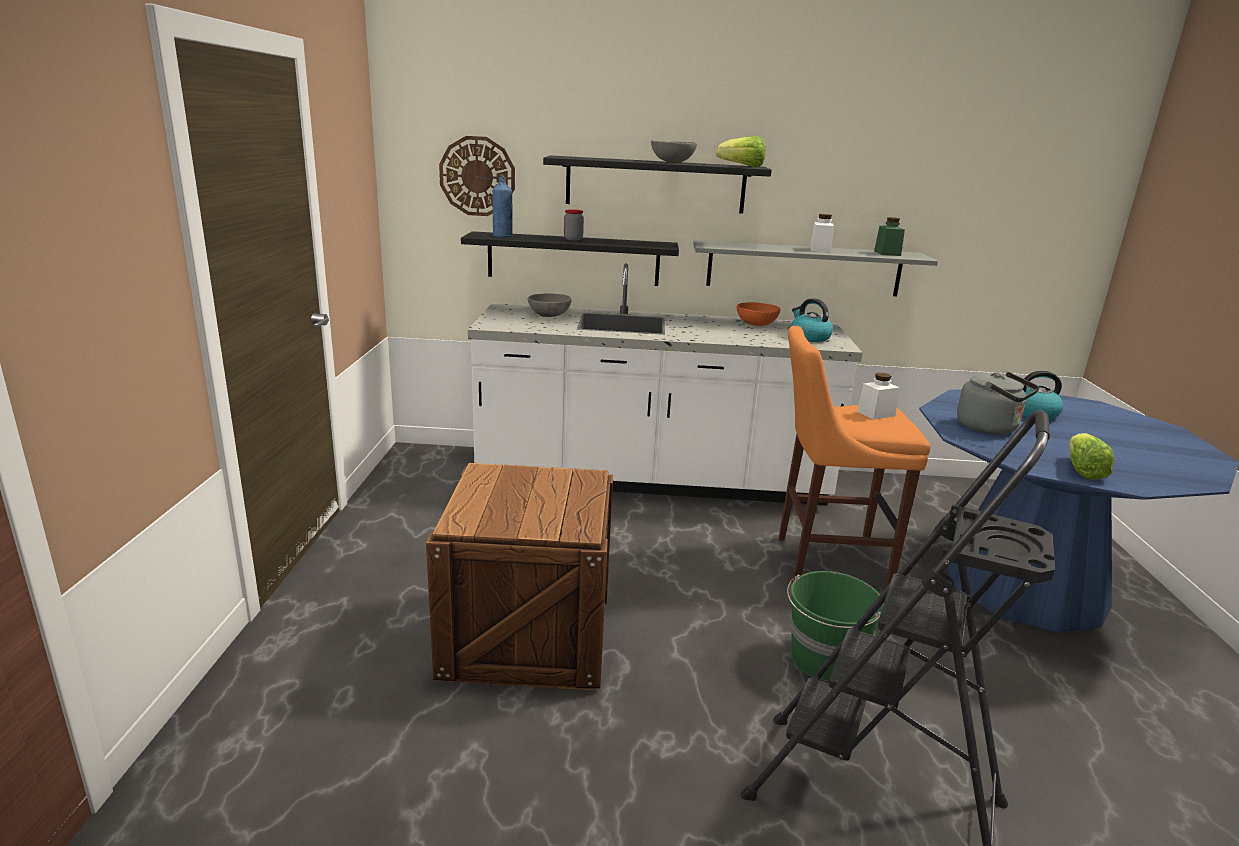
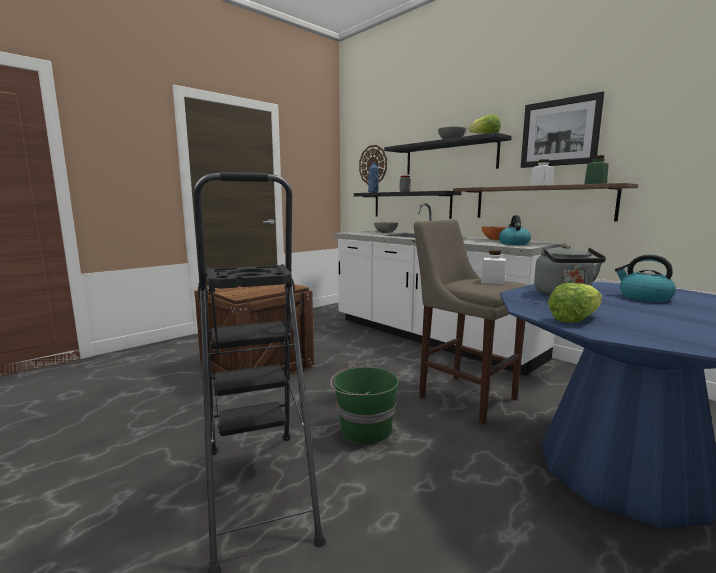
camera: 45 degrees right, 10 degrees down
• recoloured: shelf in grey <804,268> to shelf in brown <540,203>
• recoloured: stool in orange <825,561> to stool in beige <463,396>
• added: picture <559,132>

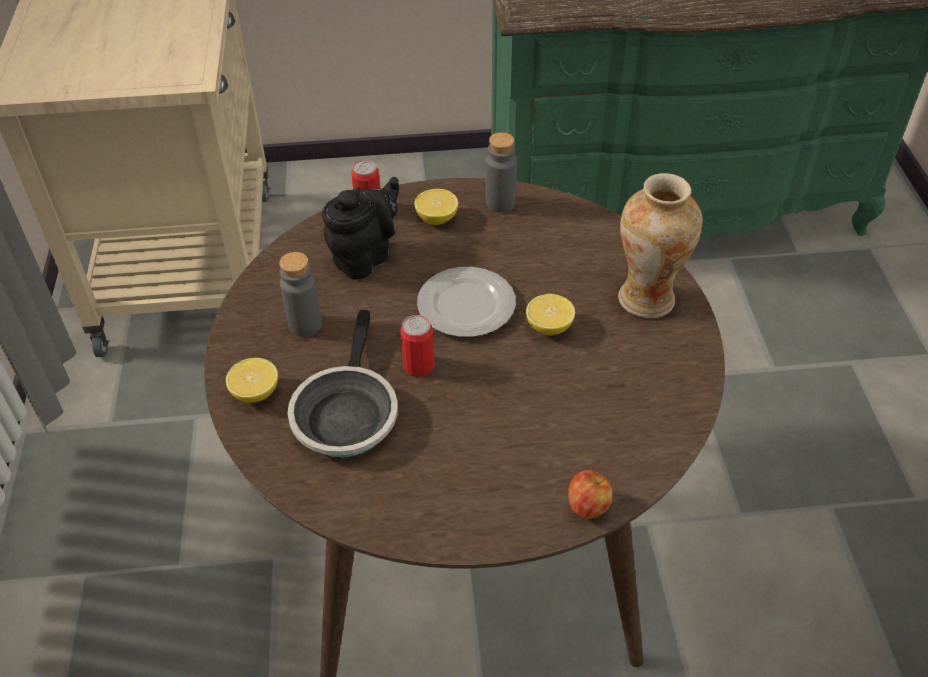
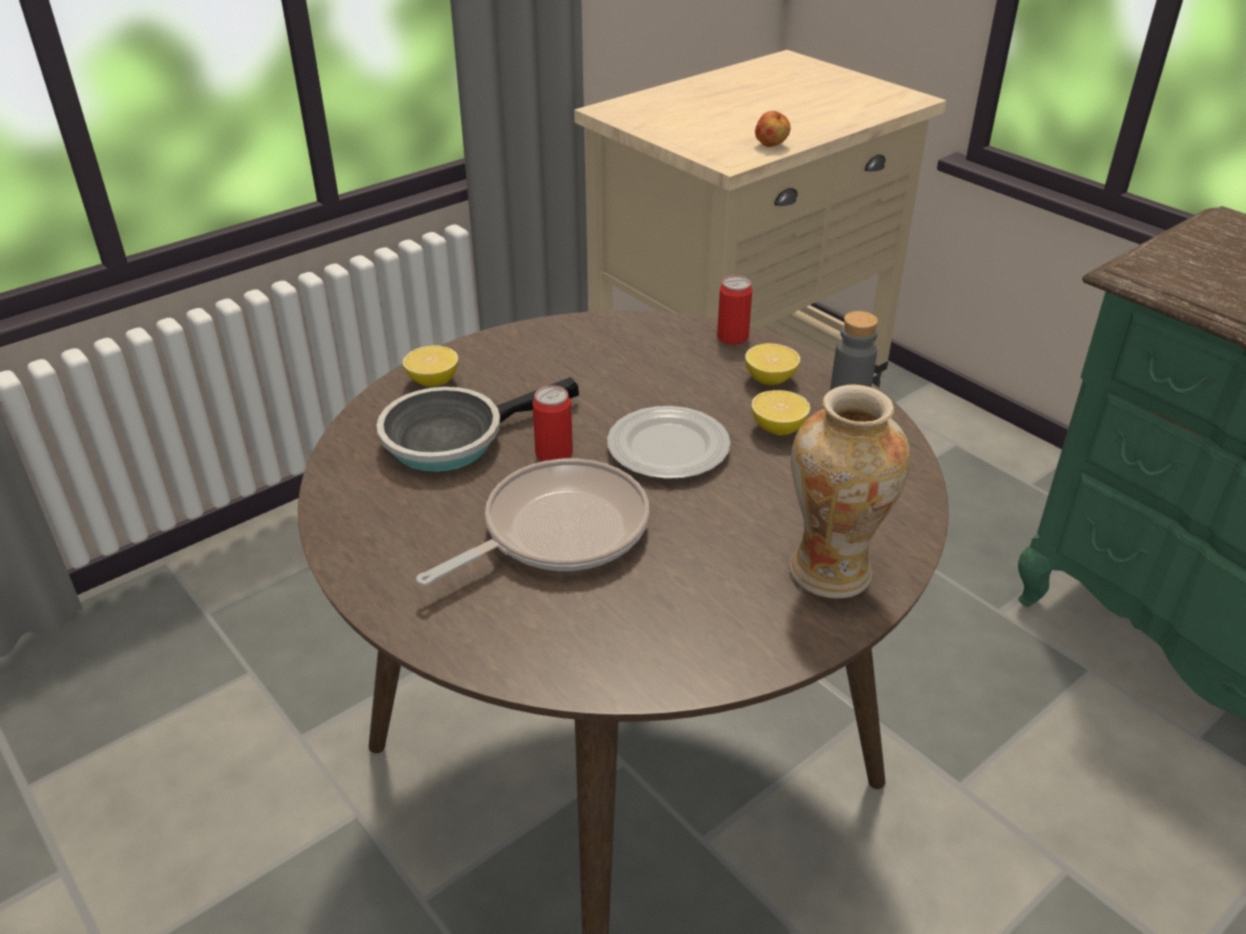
camera: 55 degrees right, 10 degrees down
• removed: bottle in grey <305,324>
• removed: teapot in black <365,257>
• moved: lemon <549,327> to <778,428>
• moved: apple <587,507> to <771,145>
• added: frying pan <557,531>

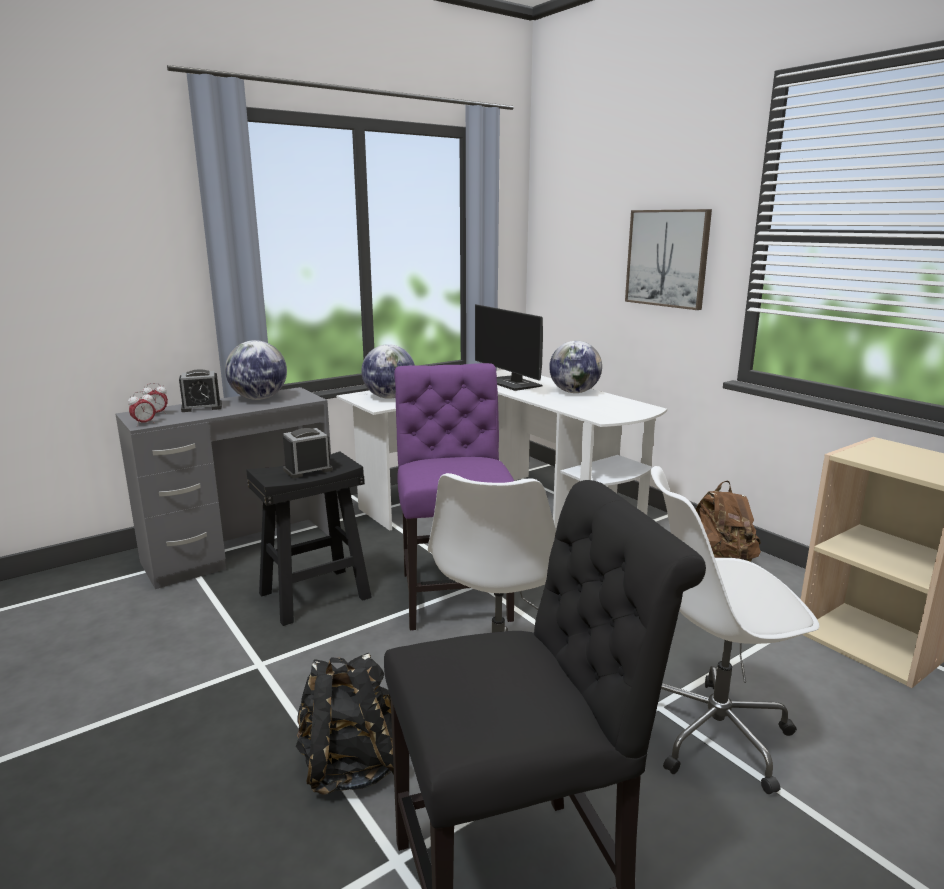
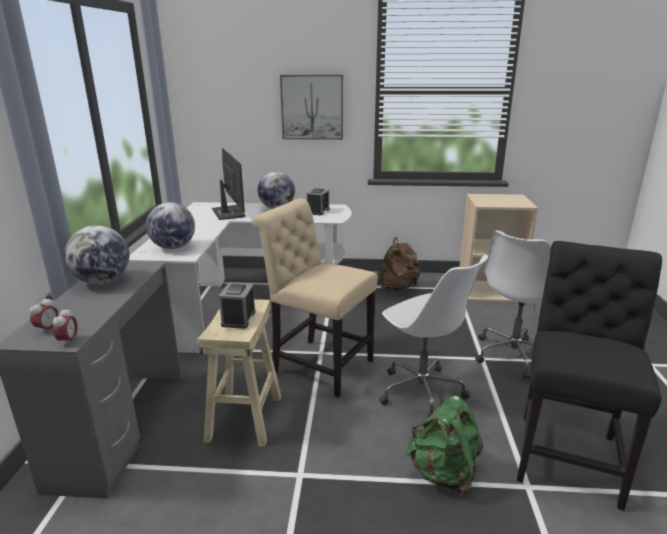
camera: 50 degrees left, 5 degrees up
• moved: alarm clock <202,407> to <318,211>
• recoloured: stool in black <314,596> to stool in beige <245,417>
• recoloured: backpack in black <350,766> to backpack in green <443,473>
• recoloured: chair in purple <454,593> to chair in beige <318,365>
• turned: monitor <514,384> = <228,213> 120 degrees counterclockwise

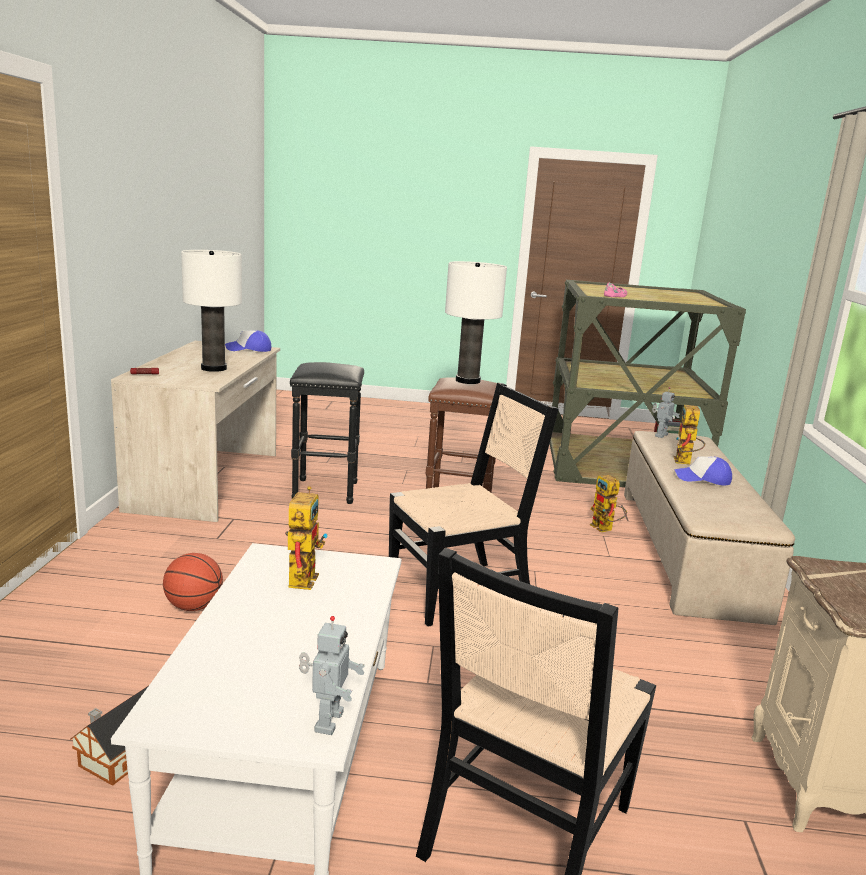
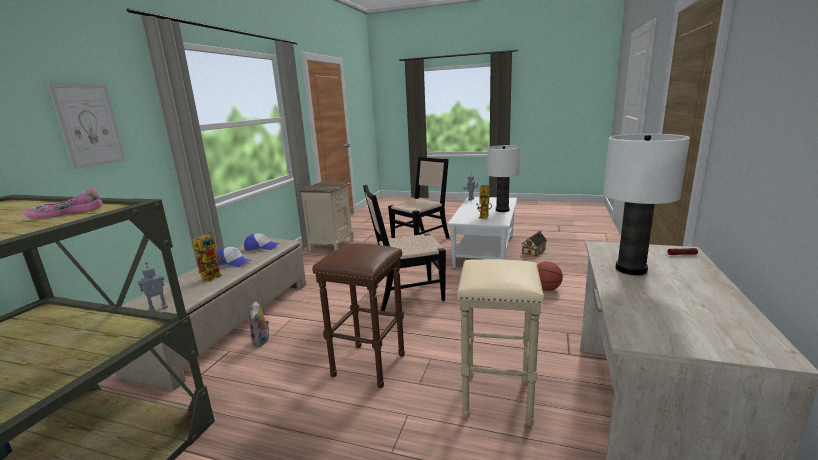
camera: 165 degrees left, 0 degrees up
• moved: cap <249,349> to <261,247>
• recoloured: stool in black <326,491> to stool in beige <495,396>
• moved: table lamp in white <468,381> to <502,210>
• replaced: toy robot <605,529> to plush toy <262,341>
• added: picture <89,125>

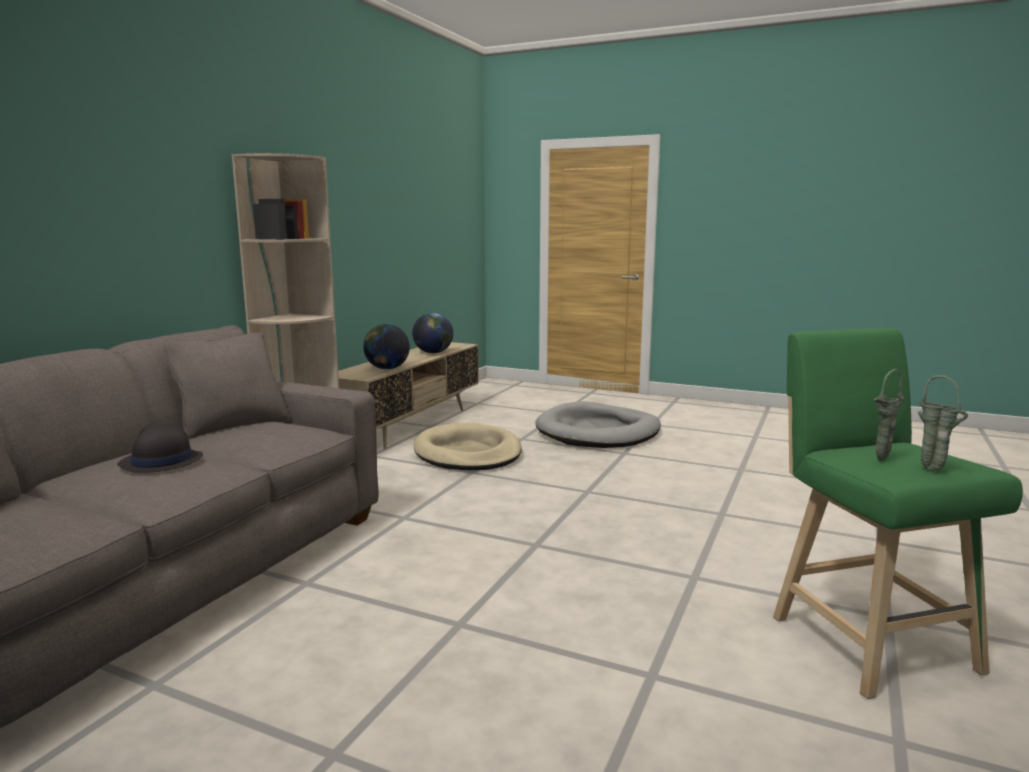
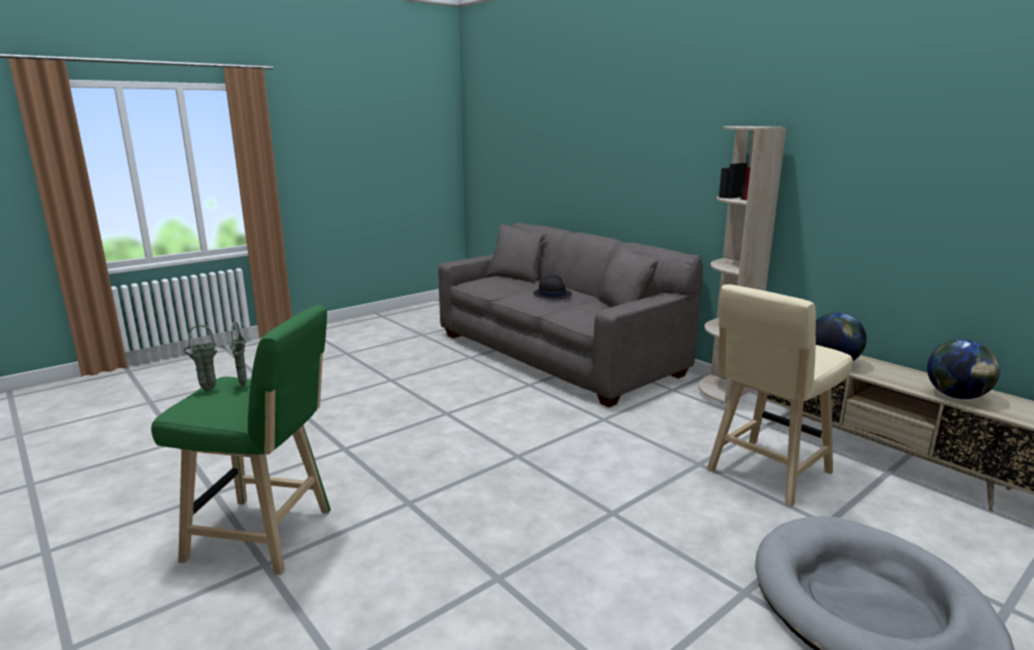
camera: 115 degrees right, 5 degrees up
• replaced: dog bed in beige <468,453> to stool in beige <765,474>

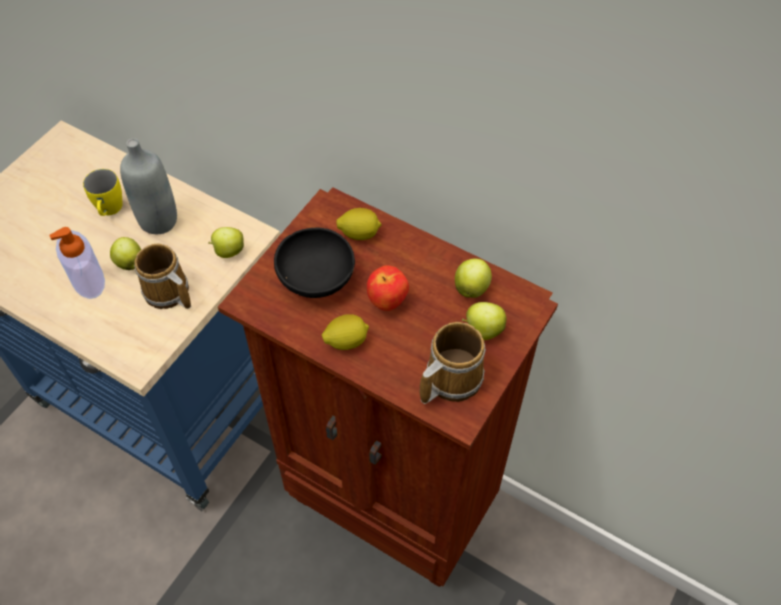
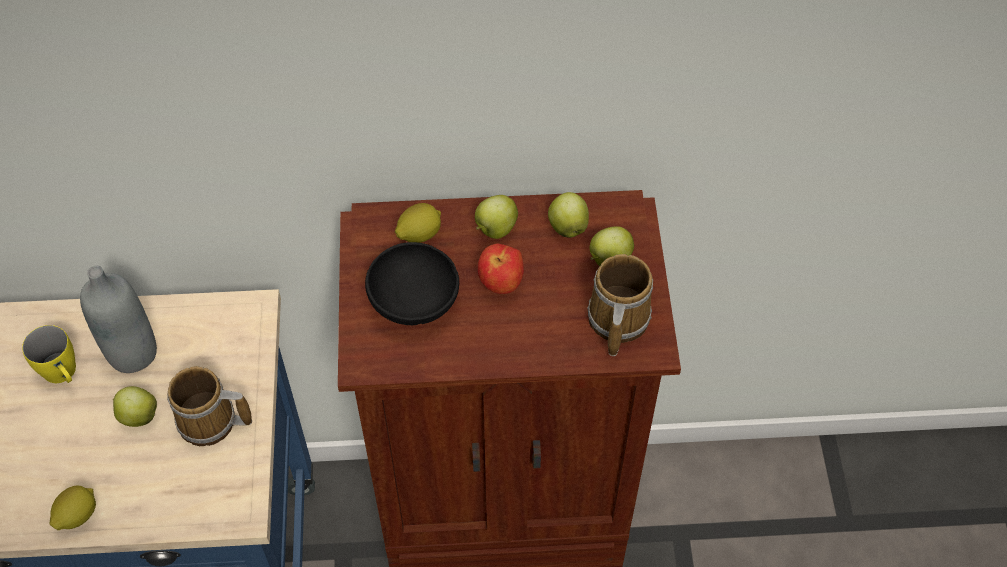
camera: 35 degrees left, 0 degrees up
• removed: soap dispenser <88,280>
• moved: apple <228,251> to <495,229>
• moved: lemon <346,341> to <77,515>

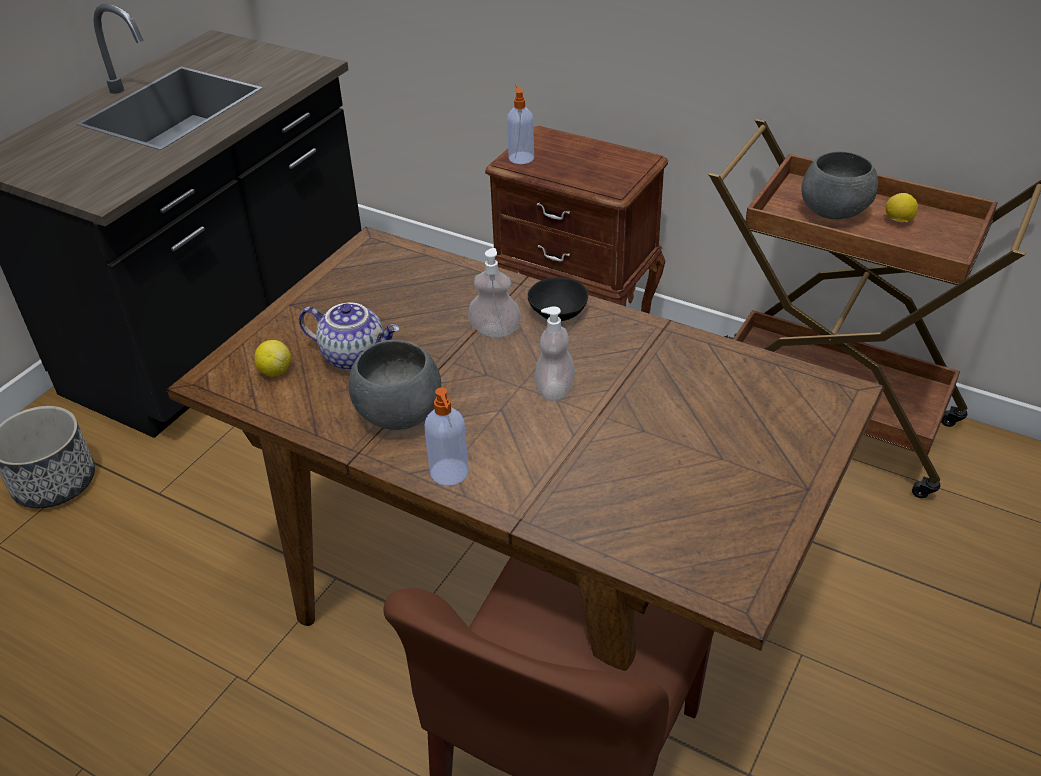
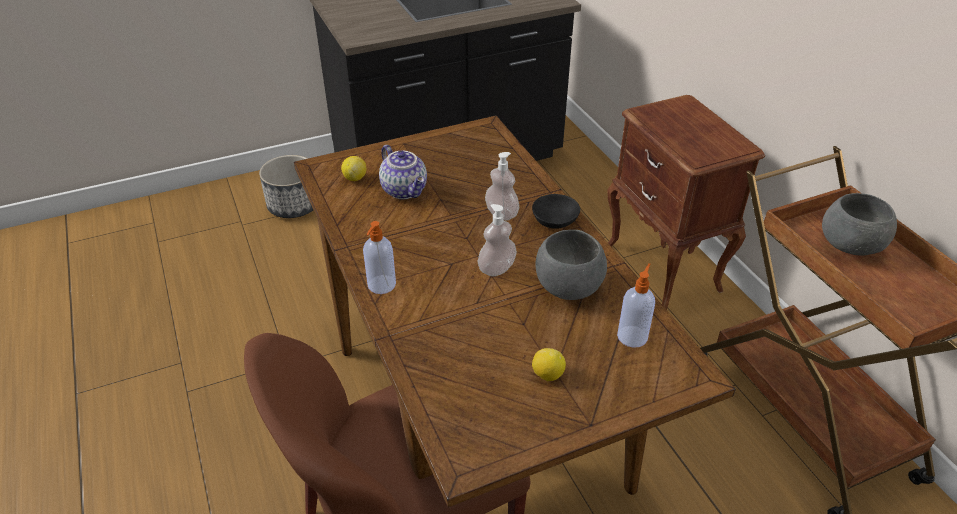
camera: 35 degrees right, 0 degrees up
• moved: bowl in grey <400,414> to <569,287>
• moved: soap dispenser <521,157> to <632,335>
• moved: lemon <898,221> to <547,375>

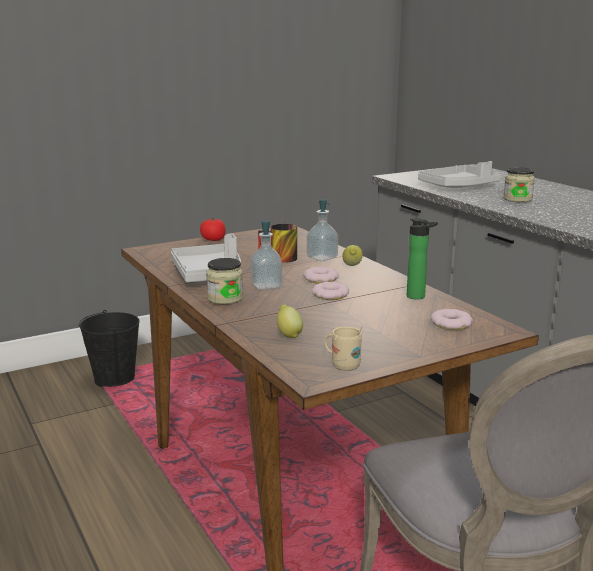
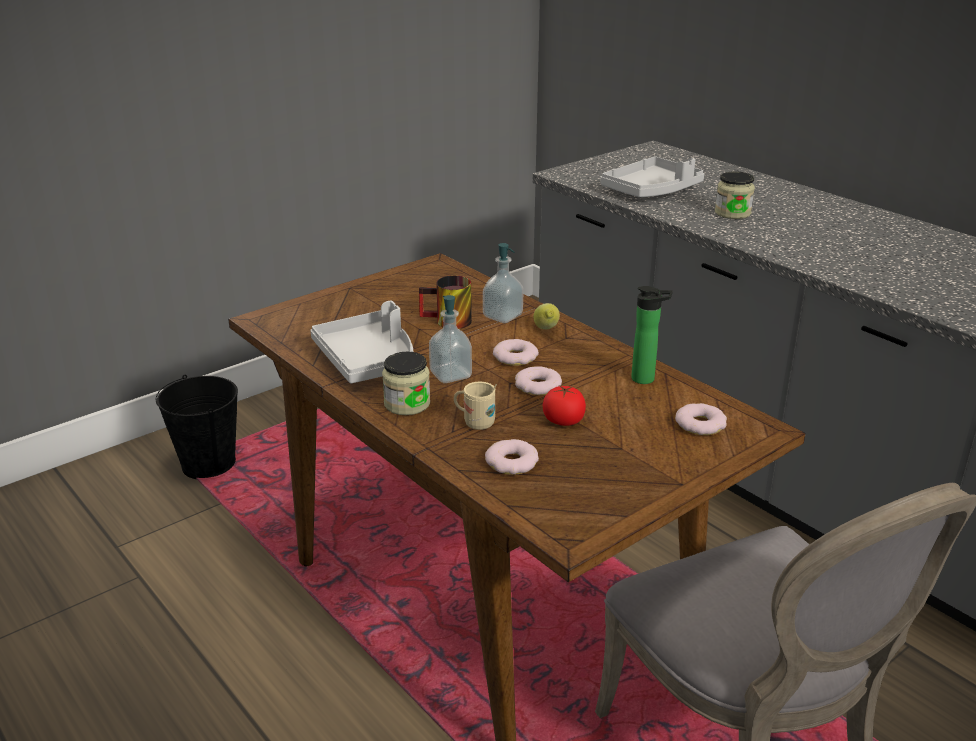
camera: 10 degrees left, 10 degrees up
• moved: tomato <213,240> to <563,421>
• replaced: lemon <288,334> to donut <512,462>
• moved: mug in beige <342,365> to <475,422>

